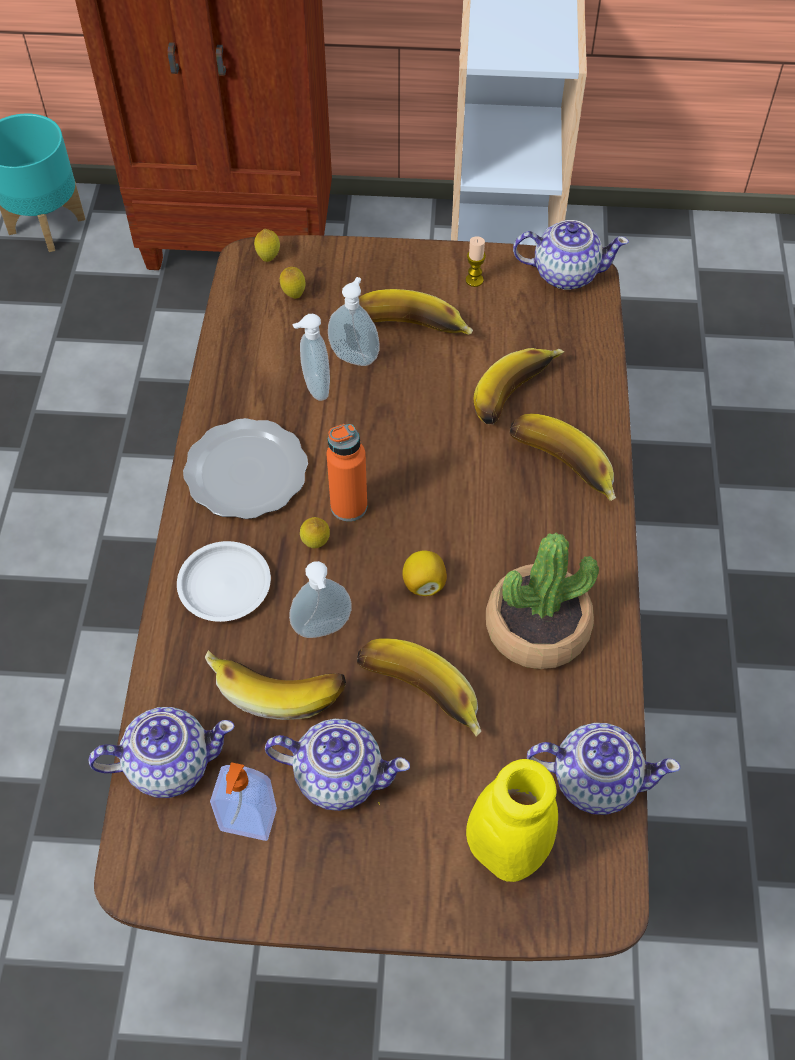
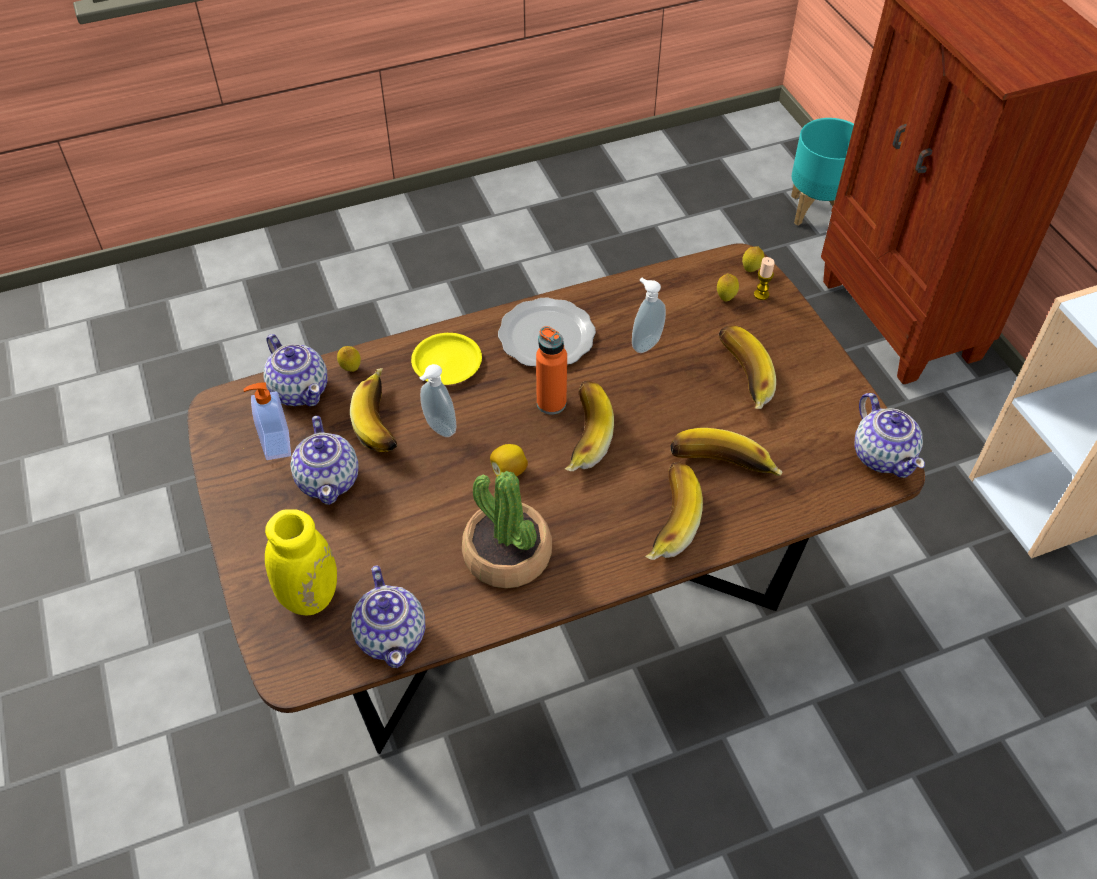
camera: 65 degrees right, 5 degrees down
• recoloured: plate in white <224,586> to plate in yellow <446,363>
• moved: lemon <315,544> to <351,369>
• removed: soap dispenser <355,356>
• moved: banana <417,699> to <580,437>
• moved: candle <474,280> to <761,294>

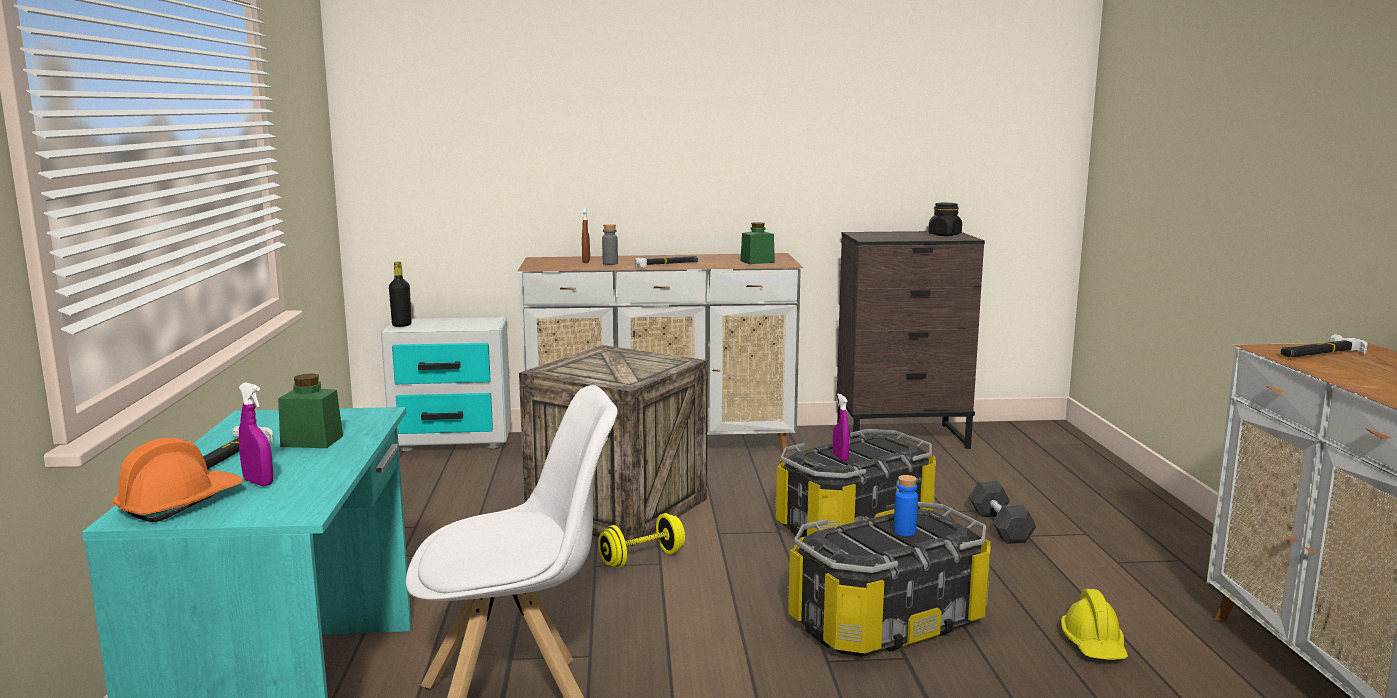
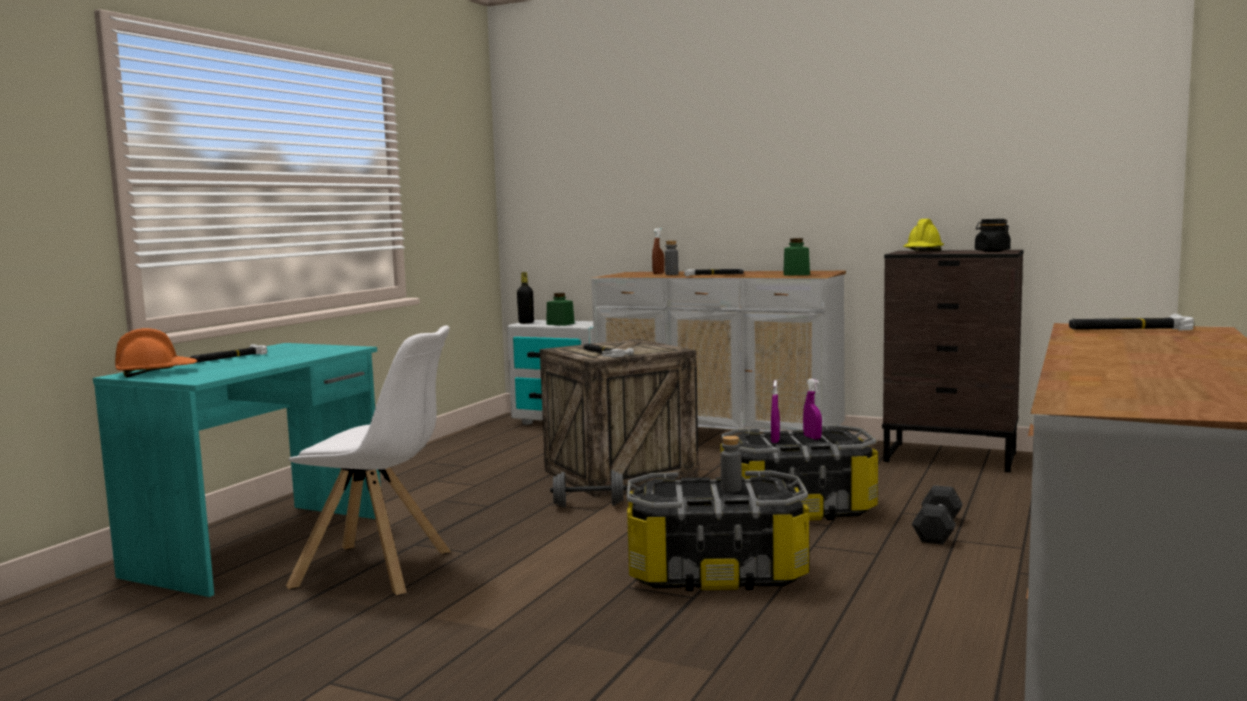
camera: 30 degrees right, 5 degrees down
• moved: spray bottle in purple <258,482> to <812,438>
• moved: jar in green <312,441> to <560,324>
• recoloured: dumbbell in yellow <642,559> to dumbbell in grey <588,505>
• recoloured: bottle in blue <904,531> to bottle in grey <731,489>
• moved: hard hat in yellow <1094,645> to <922,251>
• added: hammer <604,353>

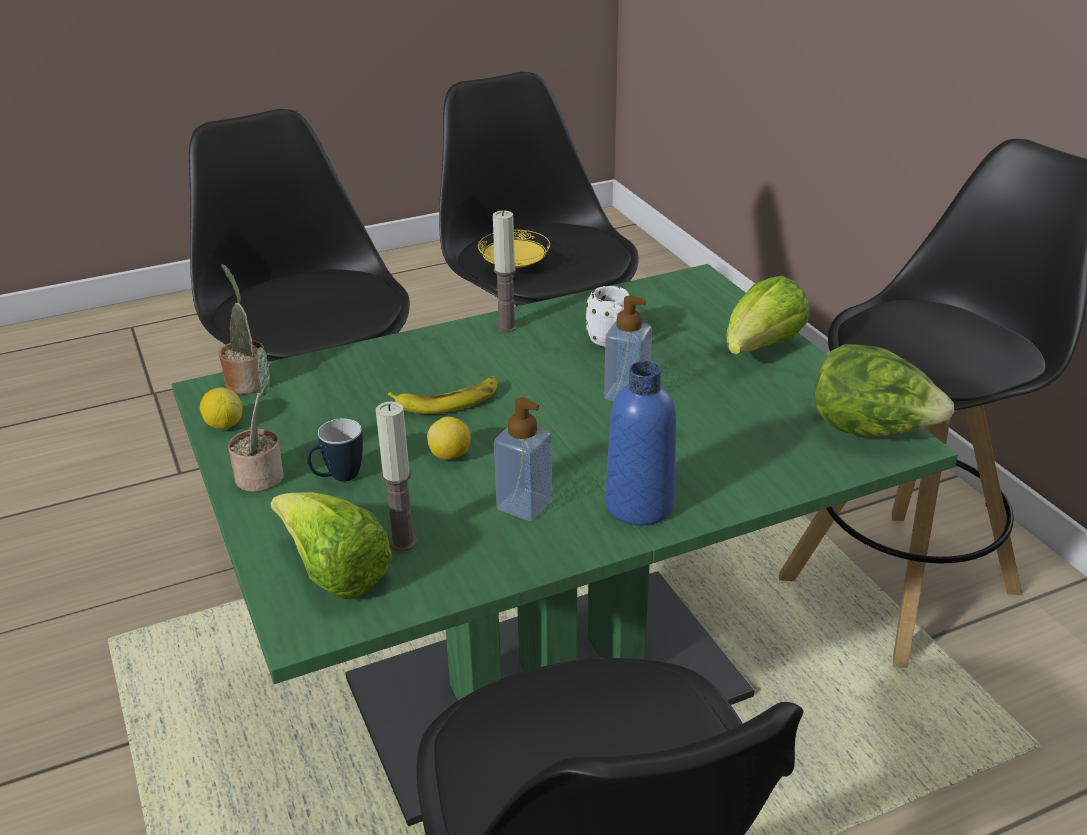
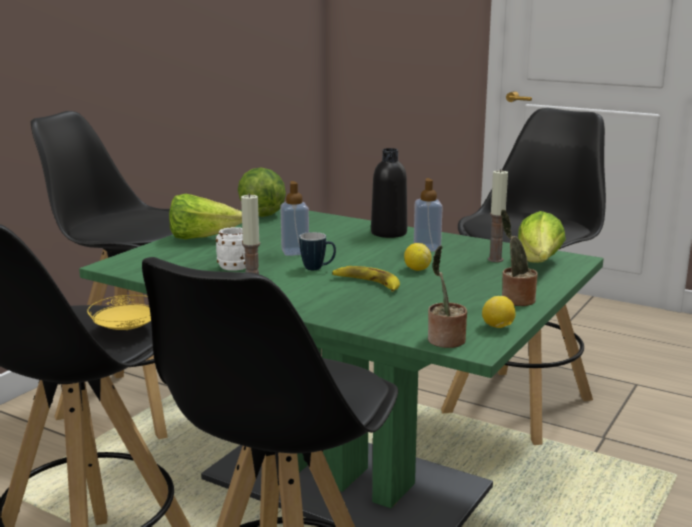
camera: 125 degrees left, 15 degrees down
• moved: mug <338,478> to <318,268>
• recoloured: bottle in blue <639,505> to bottle in black <389,233>

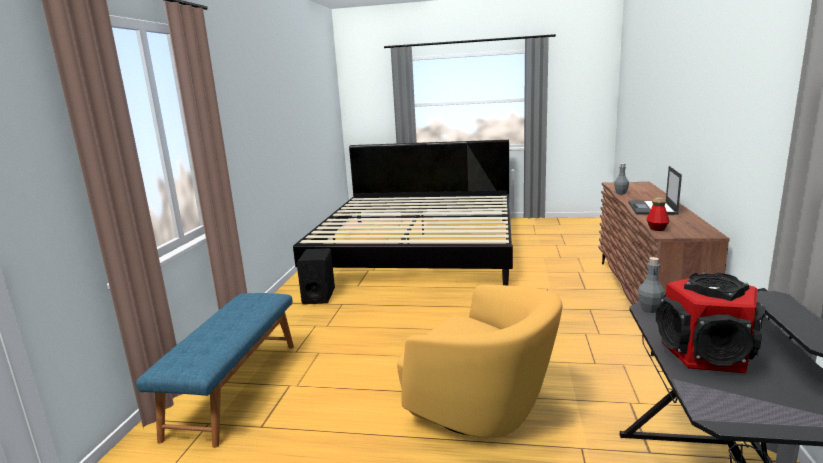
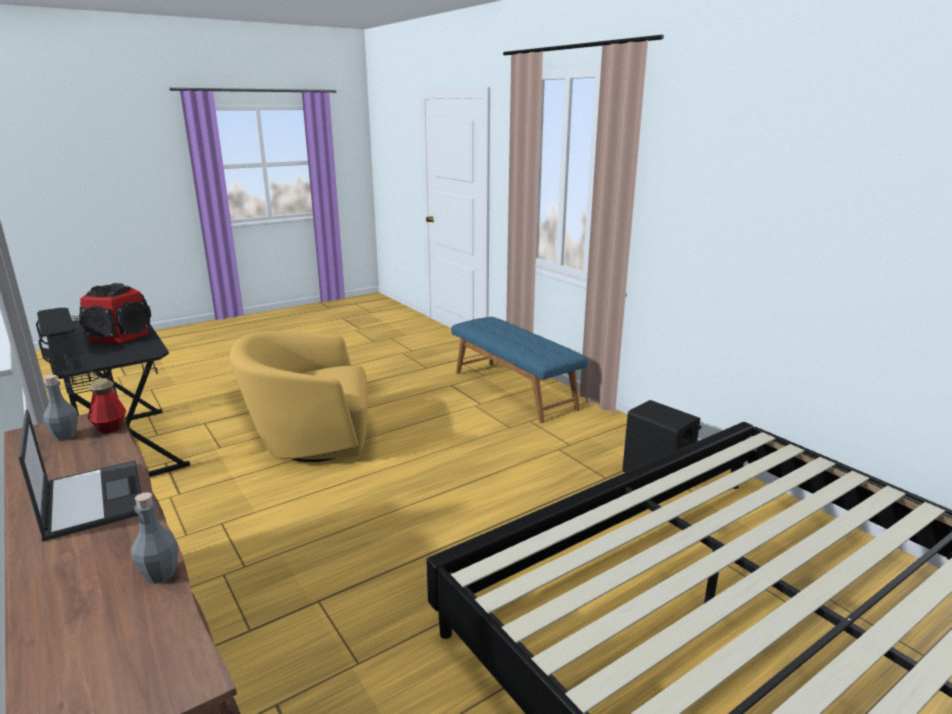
camera: 135 degrees right, 5 degrees up
• moved: bottle in grey <649,309> to <65,436>

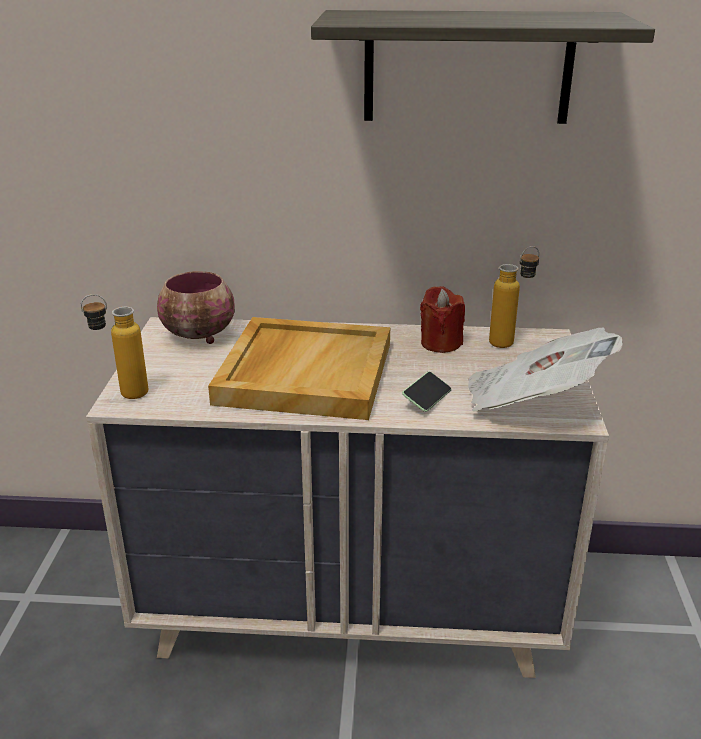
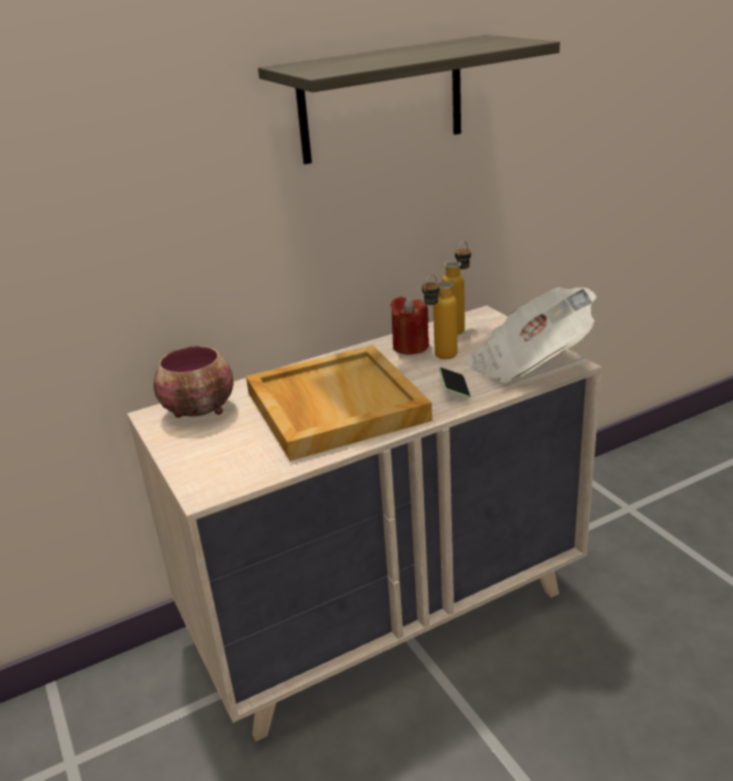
camera: 30 degrees left, 0 degrees up
• moved: bottle <123,395> to <440,358>

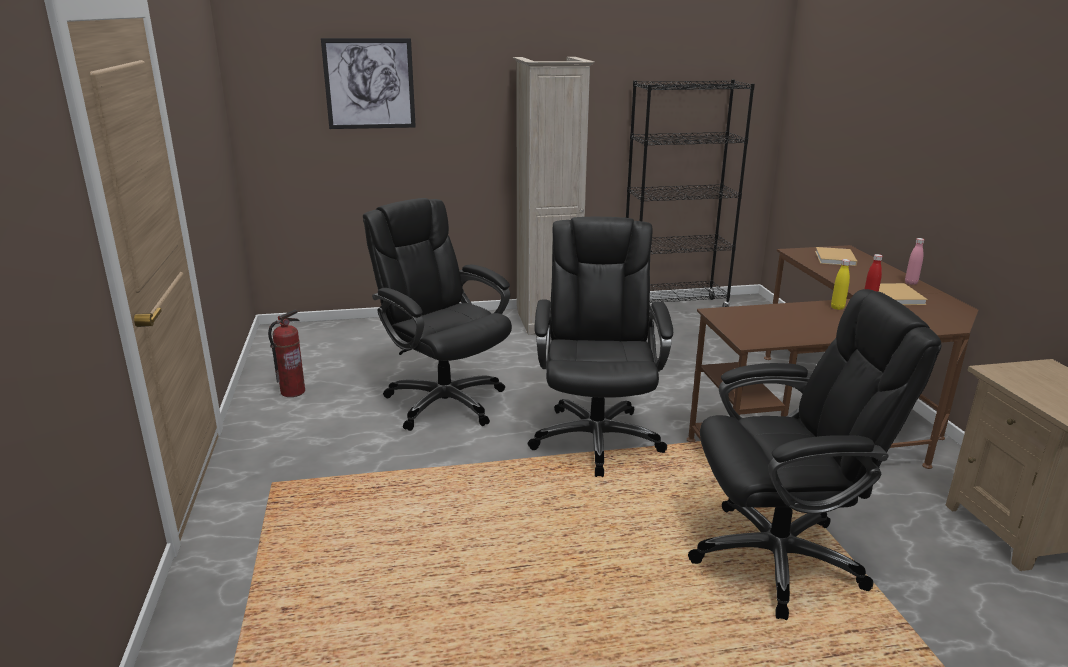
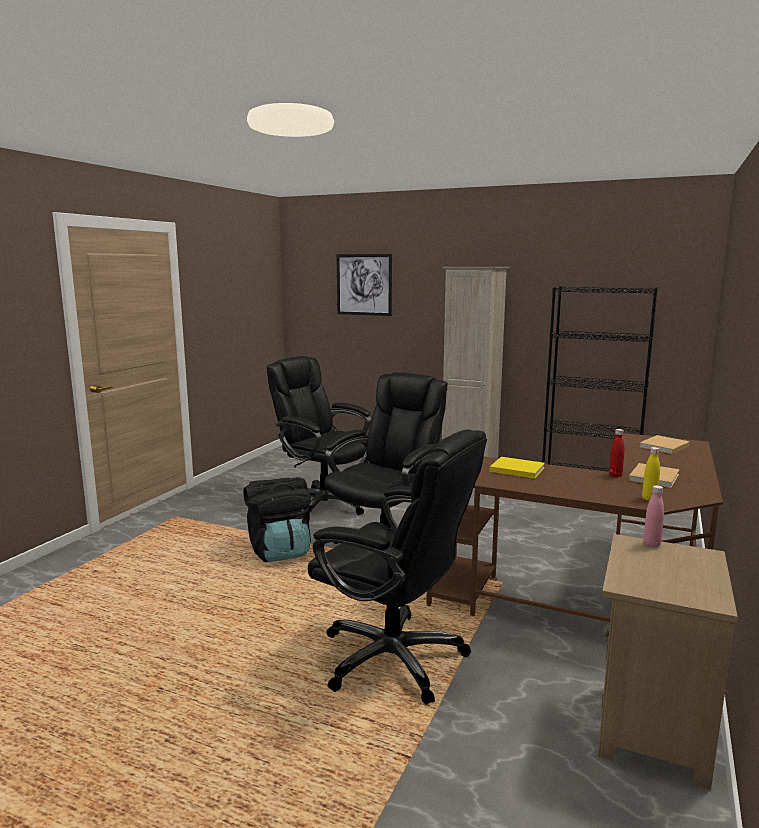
camera: 35 degrees right, 10 degrees down
• removed: fire extinguisher <293,391>
• turned: office chair in black <444,402> = <324,504> 45 degrees counterclockwise
• moved: bottle in yellow <837,308> to <649,499>
• moved: bottle in pink <911,283> to <651,544>
• added: backpack in black <280,551>
• added: book in yellow <515,469>

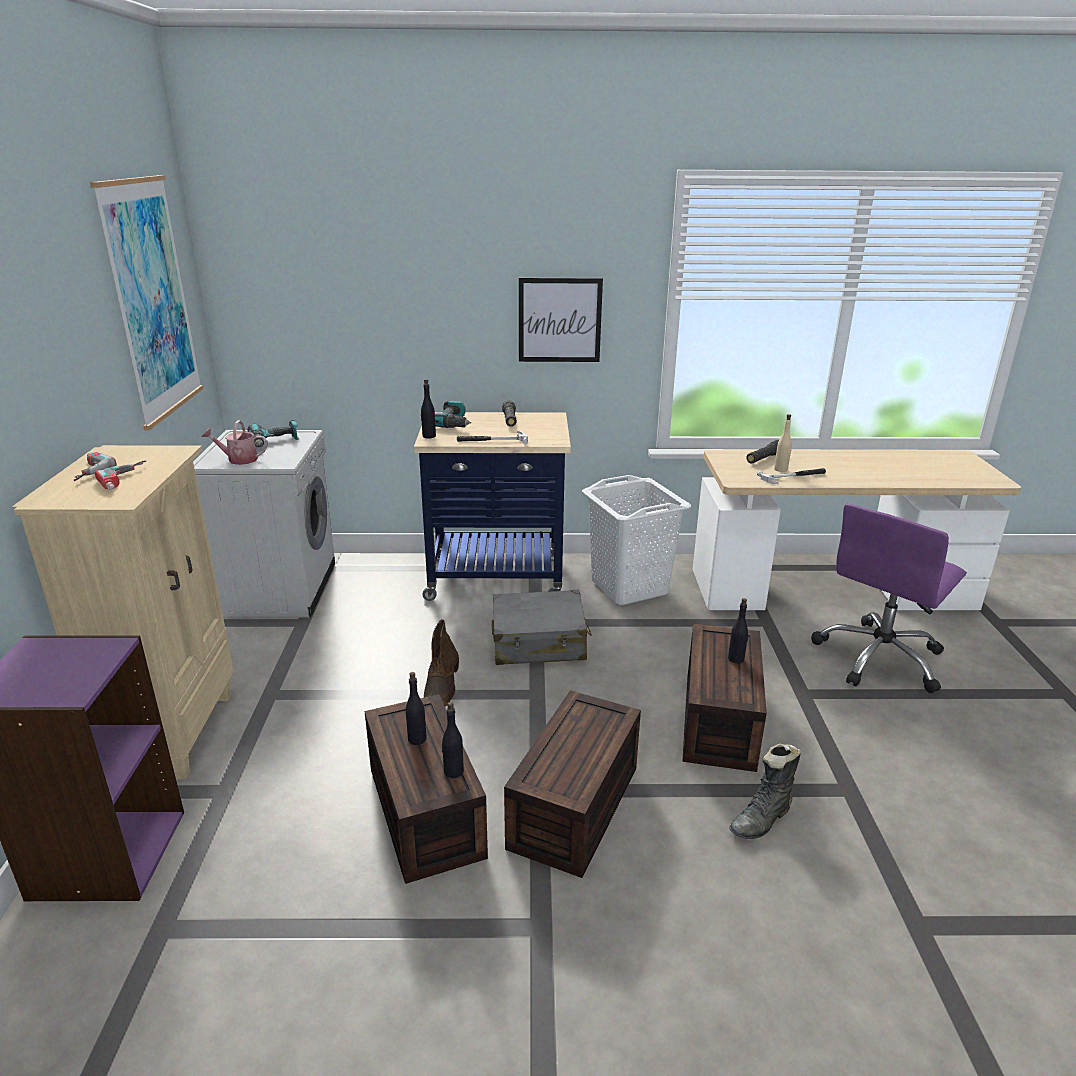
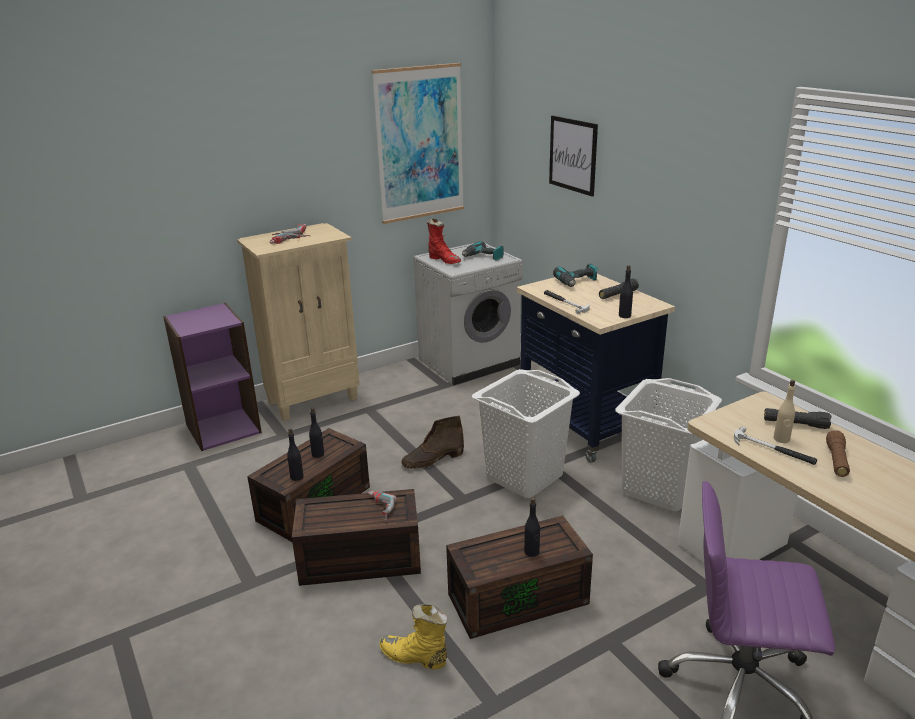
camera: 60 degrees right, 0 degrees up
• replaced: watering can <238,459> to boot in red <444,260>
• moved: bottle in black <429,436> to <624,315>
• replaced: suitcase in grey <539,642> to laundry basket in white <525,476>
• moved: picture <559,320> to <573,155>
• recoloured: boot in black <762,820> to boot in yellow <414,657>
• added: power drill <377,509>
• added: flashlight in brown <836,461>

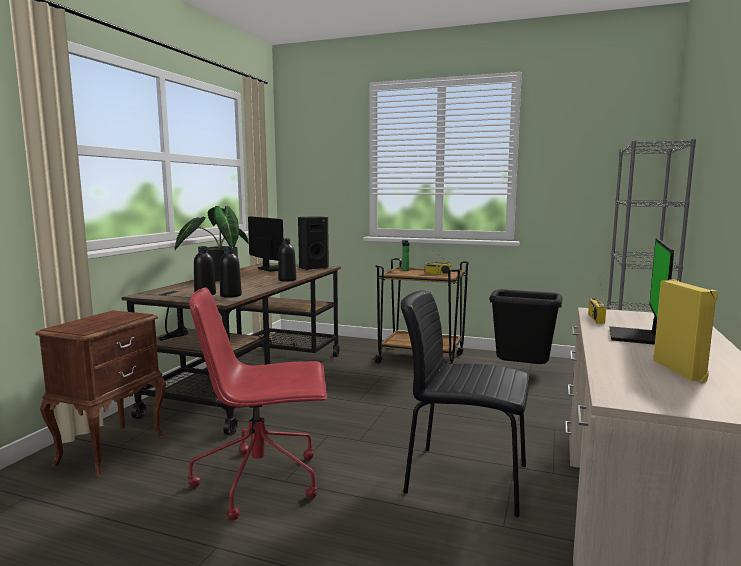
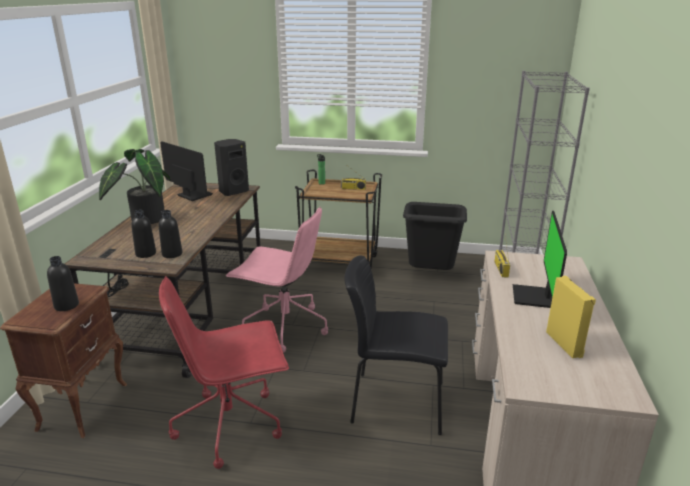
camera: 10 degrees left, 15 degrees up
• moved: bottle in black <287,280> to <66,305>
• added: office chair in pink <282,327>

